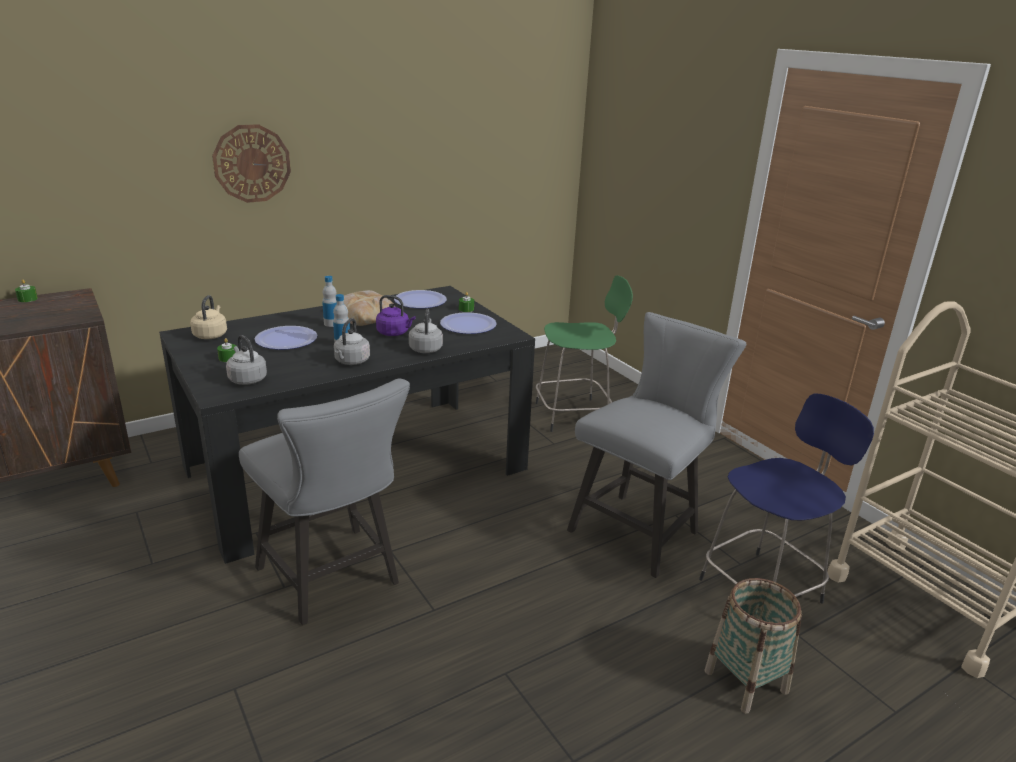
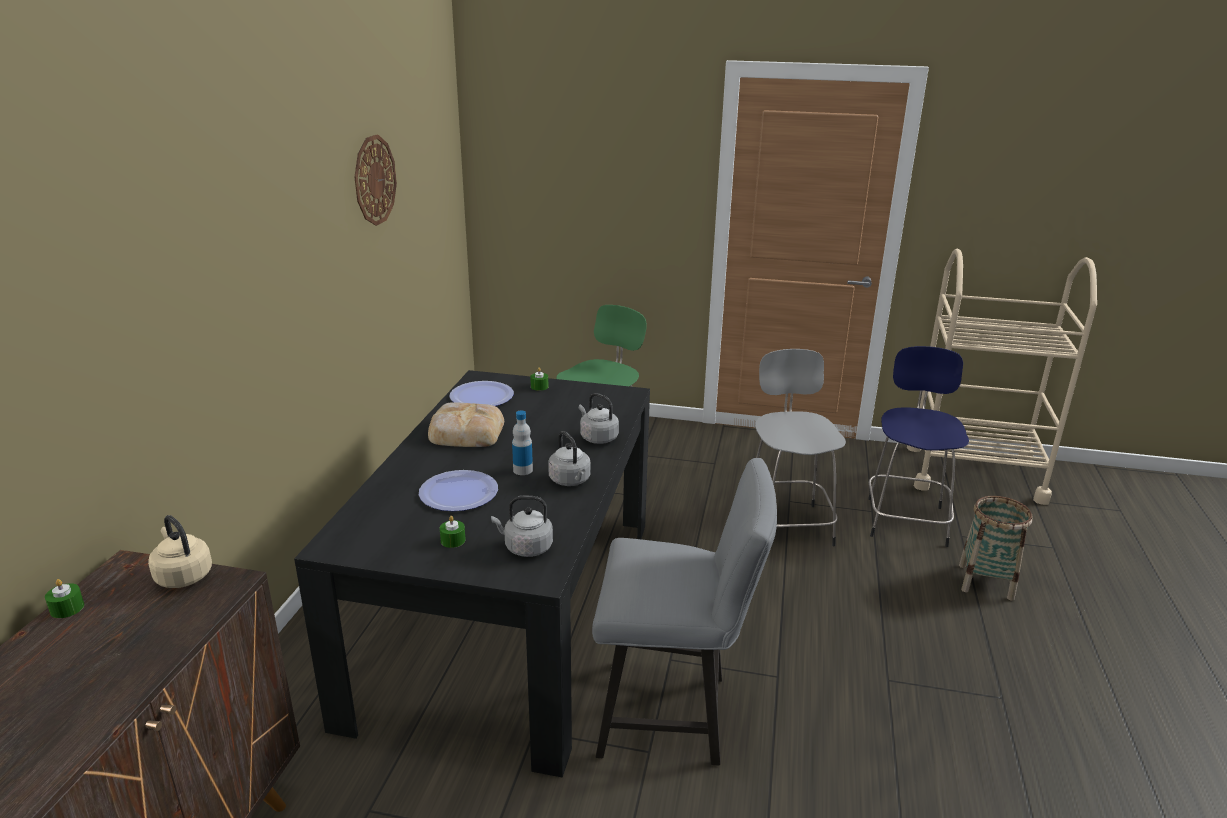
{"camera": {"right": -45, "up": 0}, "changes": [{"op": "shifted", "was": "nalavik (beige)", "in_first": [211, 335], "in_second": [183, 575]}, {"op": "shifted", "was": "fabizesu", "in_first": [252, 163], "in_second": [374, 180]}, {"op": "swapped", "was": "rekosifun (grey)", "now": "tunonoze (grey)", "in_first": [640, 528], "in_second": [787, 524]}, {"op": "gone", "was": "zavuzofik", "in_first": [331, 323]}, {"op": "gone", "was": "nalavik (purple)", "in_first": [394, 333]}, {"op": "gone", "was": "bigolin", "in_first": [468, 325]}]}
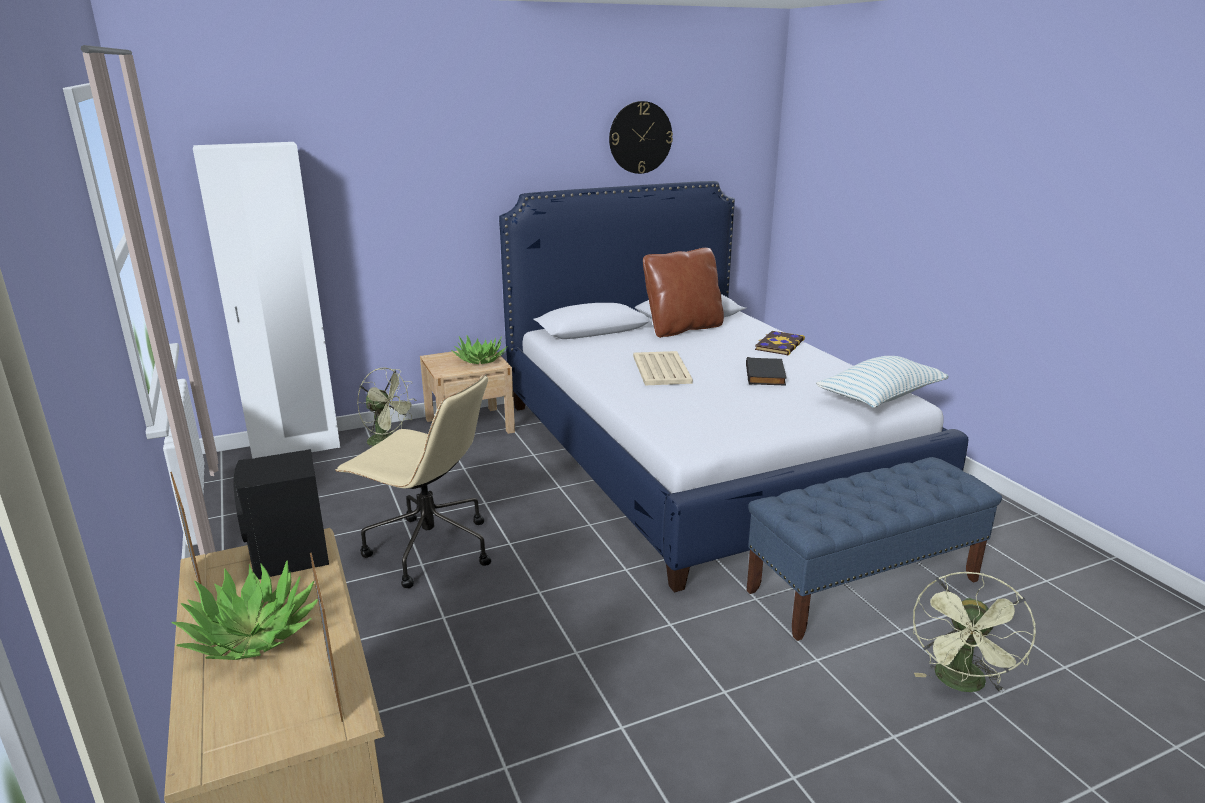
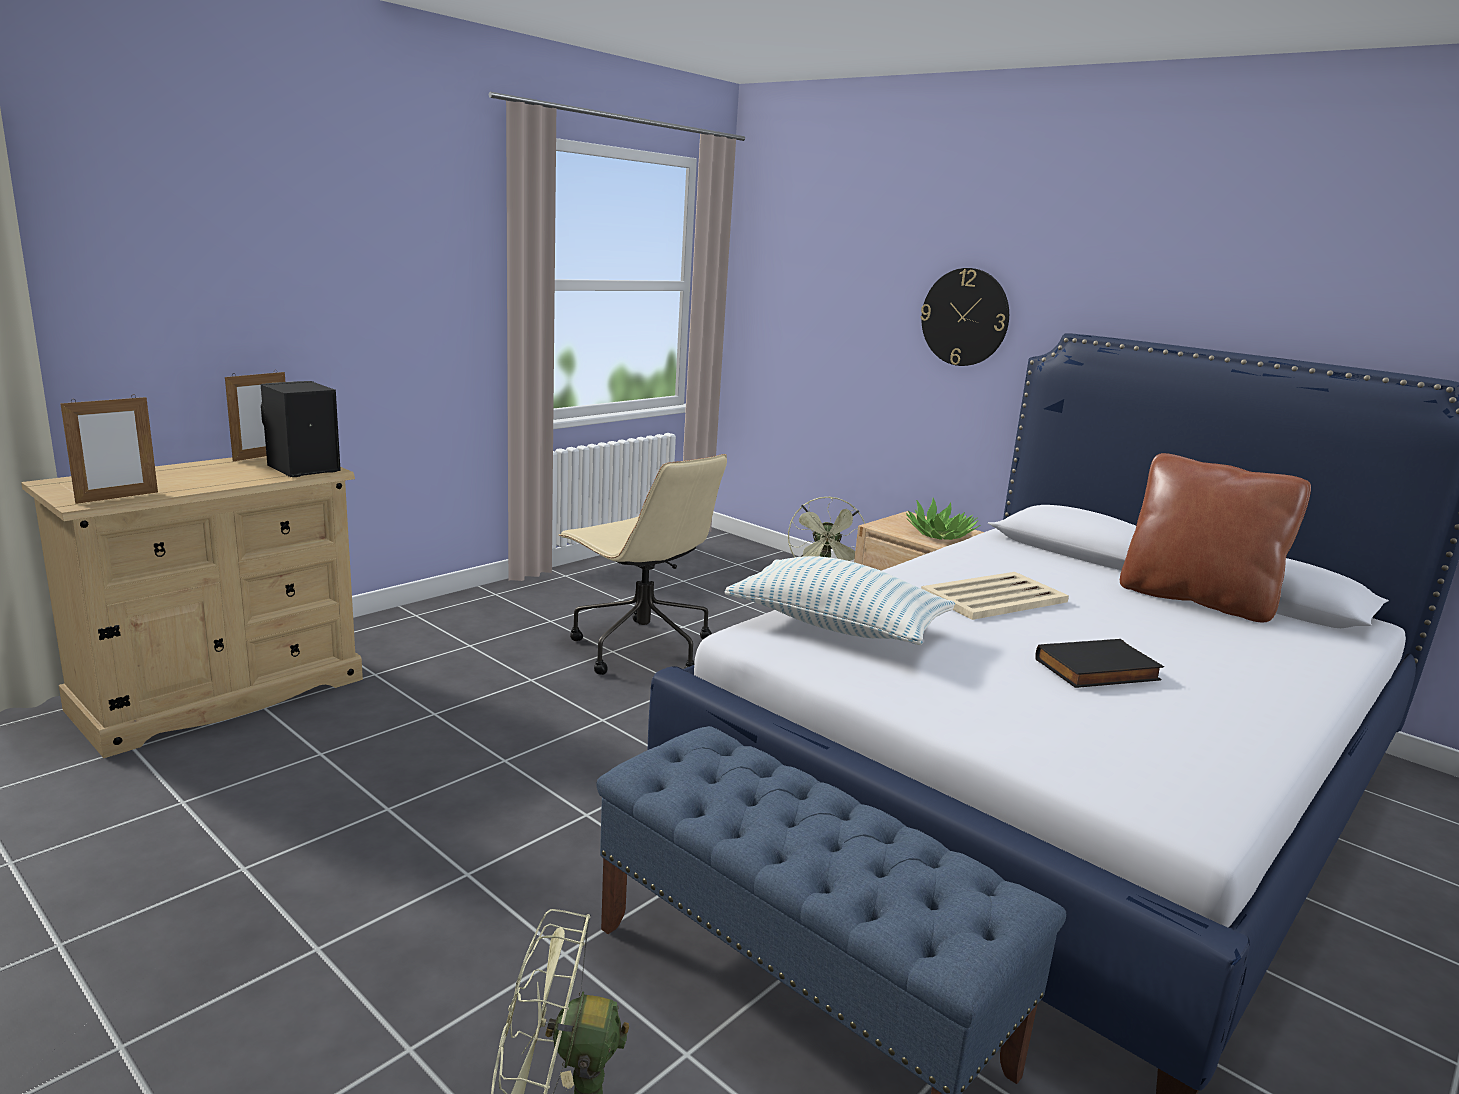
{"camera": {"right": 65, "up": -5}, "changes": [{"op": "rotated", "was": "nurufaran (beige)", "in_first": [428, 549], "in_second": [640, 648], "clockwise": -45}, {"op": "shifted", "was": "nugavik", "in_first": [880, 397], "in_second": [837, 626]}, {"op": "shifted", "was": "fabizesu", "in_first": [640, 137], "in_second": [965, 317]}, {"op": "gone", "was": "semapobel", "in_first": [252, 634]}, {"op": "gone", "was": "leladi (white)", "in_first": [296, 448]}, {"op": "gone", "was": "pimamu", "in_first": [778, 345]}]}
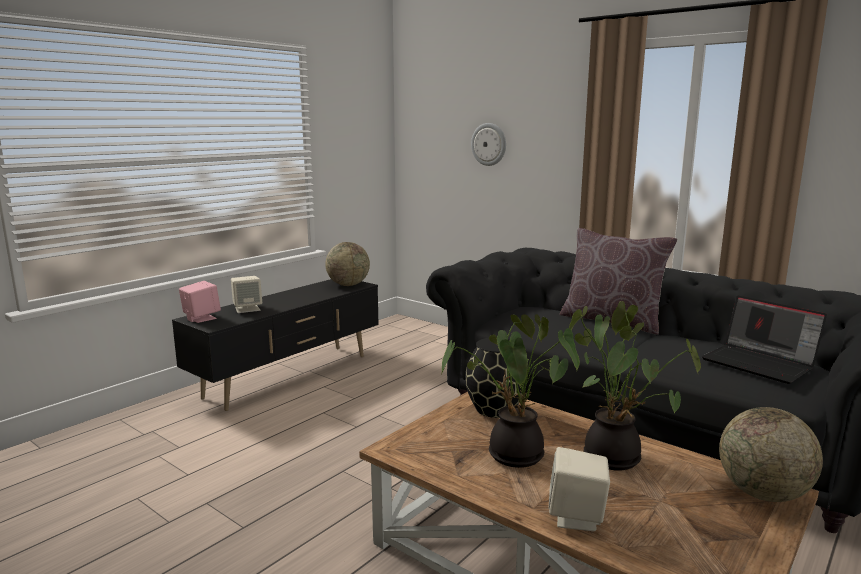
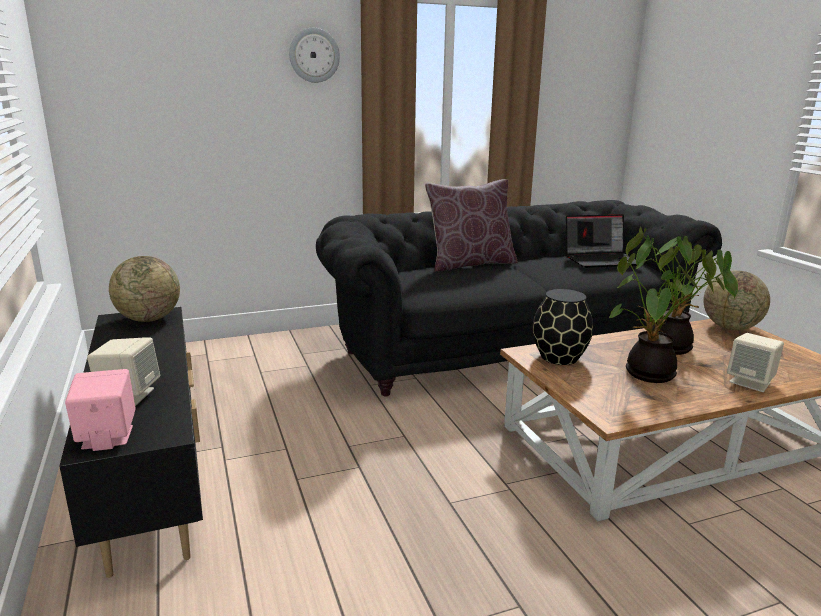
{"camera": {"right": -60, "up": 5}, "changes": [{"op": "shifted", "was": "fabizesu", "in_first": [489, 144], "in_second": [314, 55]}]}
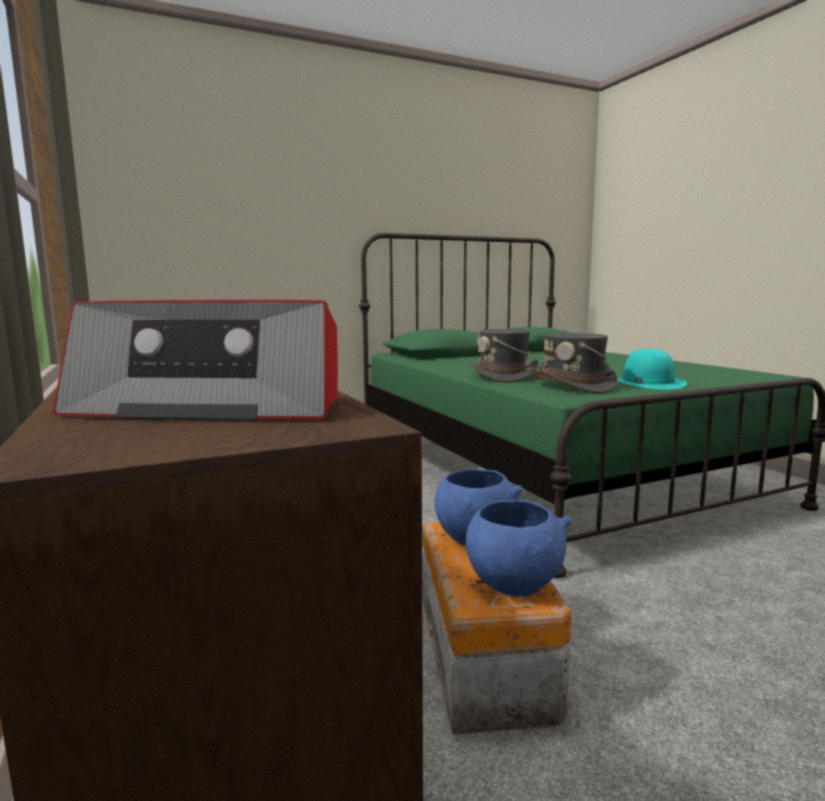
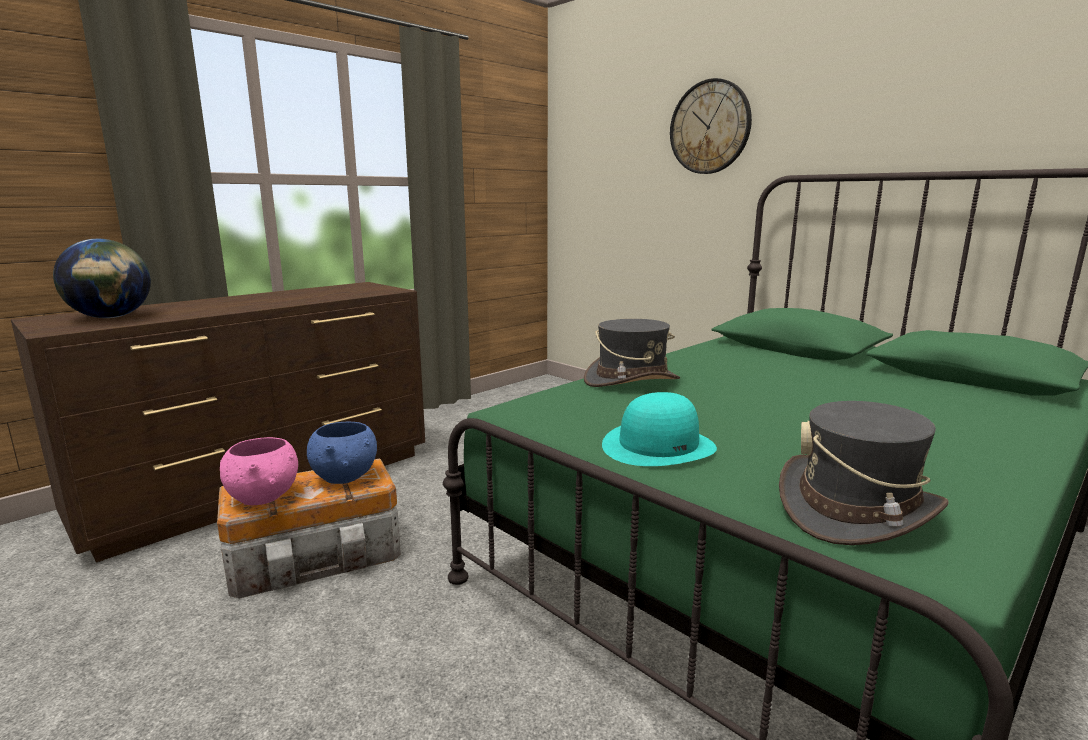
{"camera": {"right": 70, "up": 5}, "changes": [{"op": "swapped", "was": "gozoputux", "now": "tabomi", "in_first": [214, 406], "in_second": [111, 317]}, {"op": "repainted", "was": "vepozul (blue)", "now": "vepozul (pink)", "in_first": [514, 583], "in_second": [264, 497]}, {"op": "new", "now": "fabizesu", "in_second": [710, 127]}, {"op": "shifted", "was": "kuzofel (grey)", "in_first": [574, 386], "in_second": [857, 511]}]}
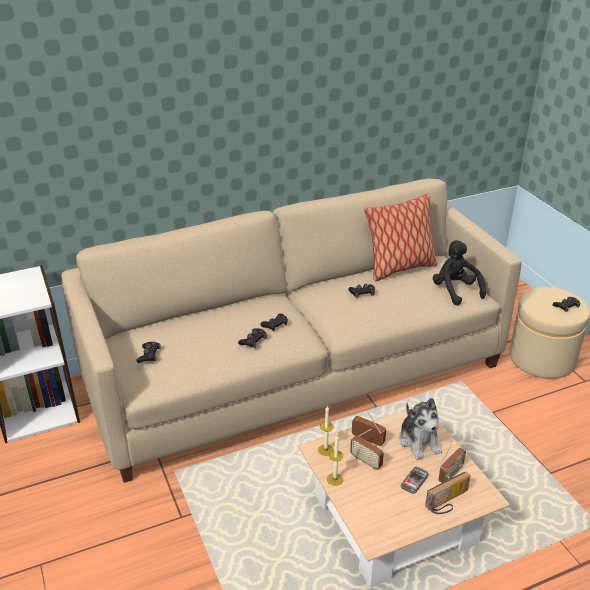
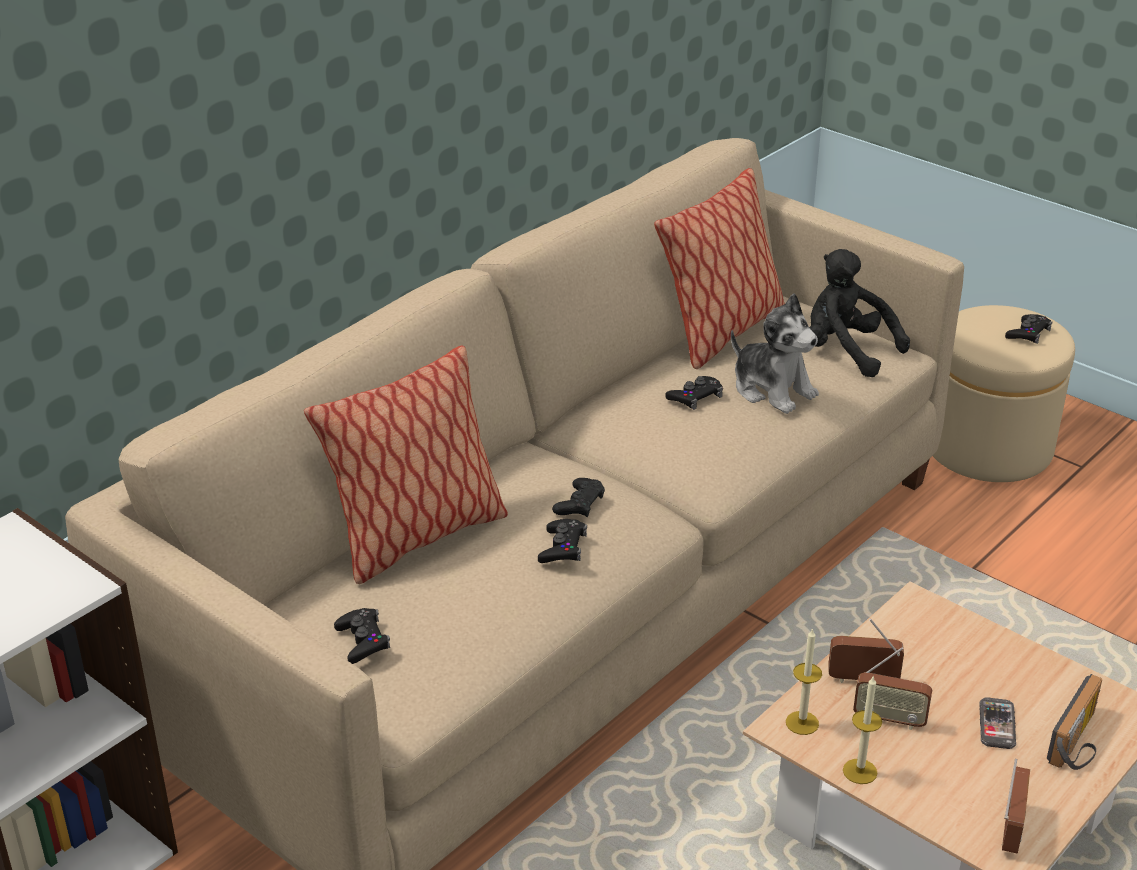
{"camera": {"right": -25, "up": 0}, "changes": [{"op": "new", "now": "nugavik", "in_second": [417, 538]}, {"op": "shifted", "was": "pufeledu", "in_first": [419, 441], "in_second": [772, 390]}, {"op": "shifted", "was": "gozoputux", "in_first": [450, 475], "in_second": [1010, 830]}]}
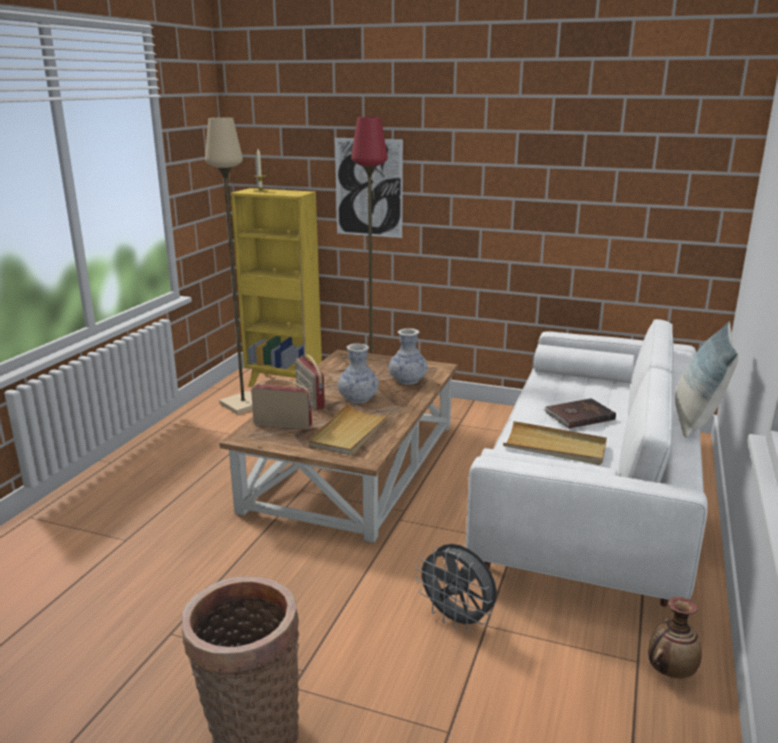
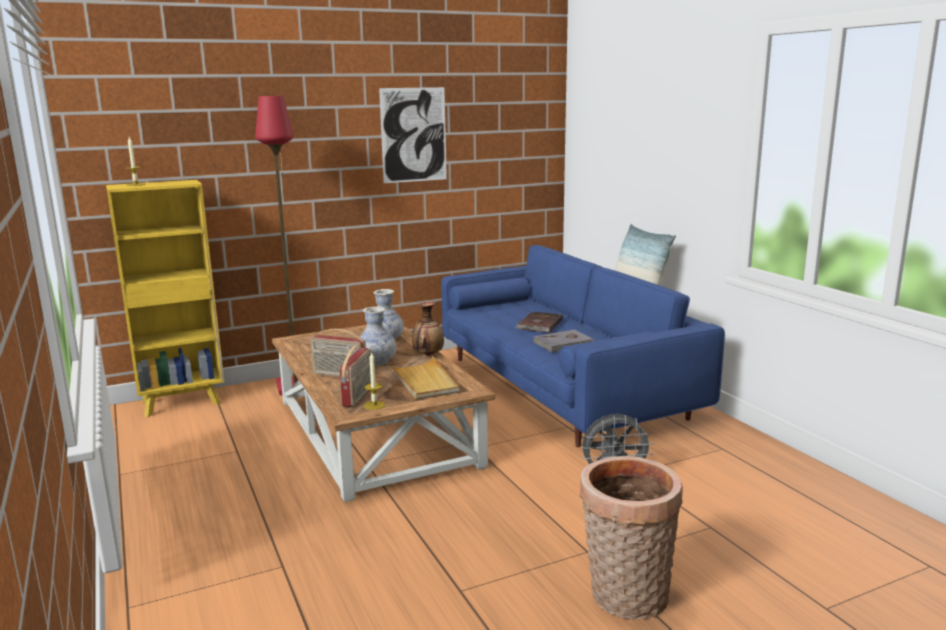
{"camera": {"right": -45, "up": -5}, "changes": [{"op": "rotated", "was": "gozoputux", "in_first": [283, 424], "in_second": [358, 395], "clockwise": 135}, {"op": "new", "now": "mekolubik", "in_second": [374, 405]}, {"op": "shifted", "was": "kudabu", "in_first": [368, 188], "in_second": [414, 135]}, {"op": "shifted", "was": "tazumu", "in_first": [670, 671], "in_second": [428, 355]}, {"op": "repainted", "was": "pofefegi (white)", "now": "pofefegi (blue)", "in_first": [590, 498], "in_second": [562, 386]}, {"op": "swapped", "was": "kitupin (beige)", "now": "pimamu (grey)", "in_first": [555, 447], "in_second": [564, 344]}, {"op": "gone", "was": "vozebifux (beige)", "in_first": [243, 404]}]}
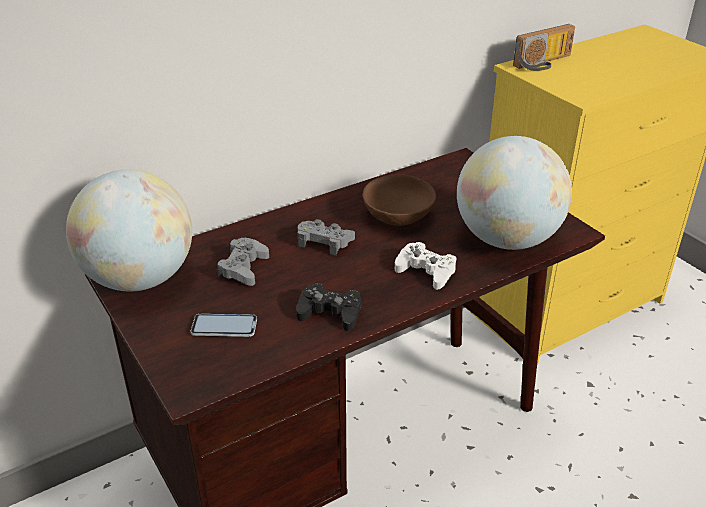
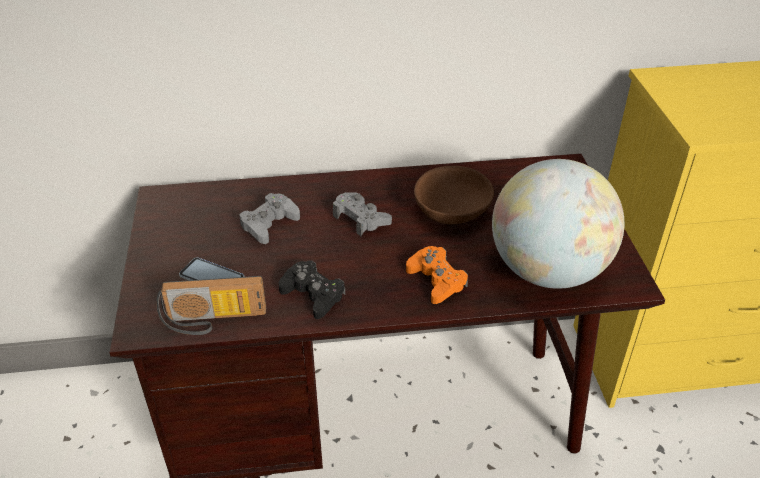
{"camera": {"right": 25, "up": 5}, "changes": [{"op": "shifted", "was": "gozoputux", "in_first": [544, 63], "in_second": [213, 321]}, {"op": "repainted", "was": "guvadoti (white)", "now": "guvadoti (orange)", "in_first": [426, 271], "in_second": [436, 280]}, {"op": "gone", "was": "tabomi", "in_first": [140, 279]}]}
